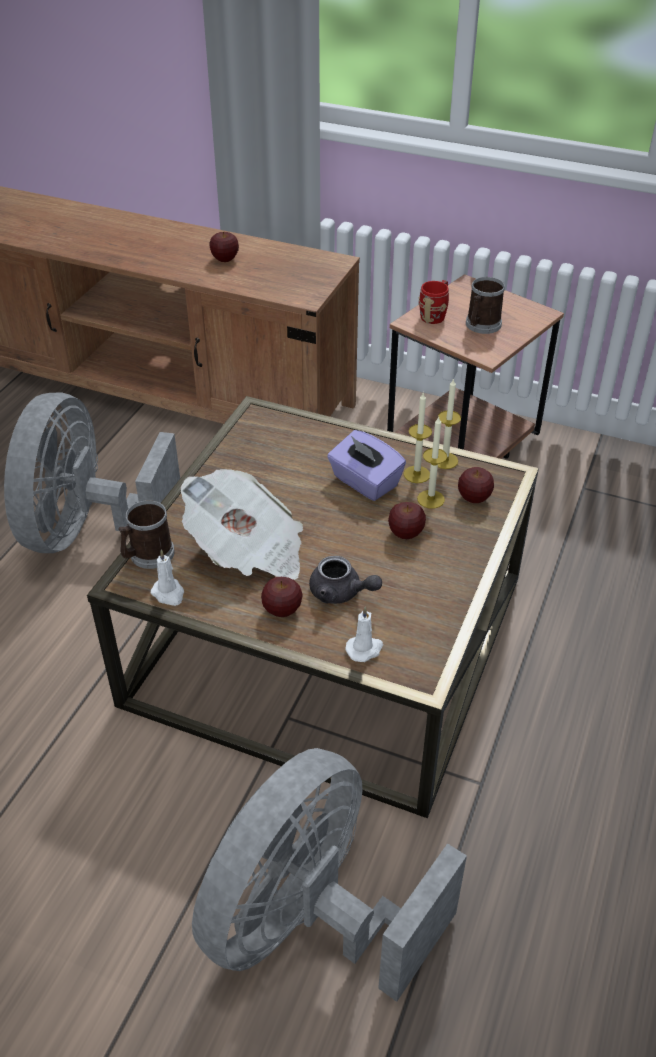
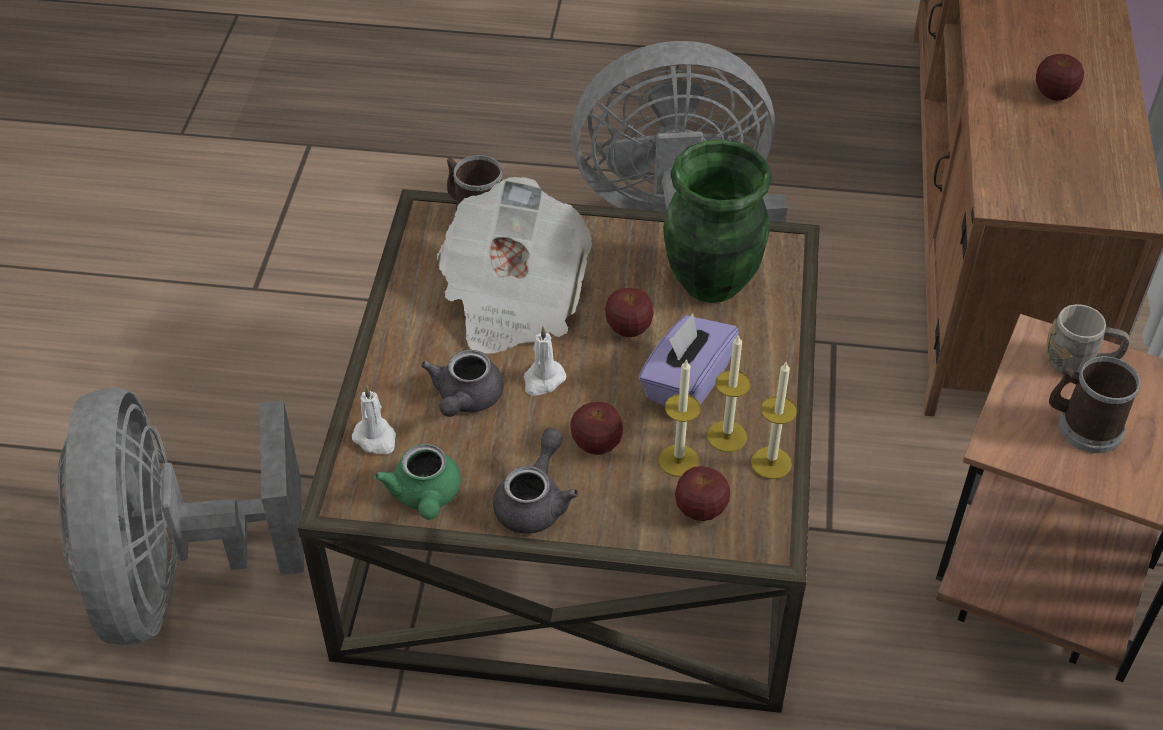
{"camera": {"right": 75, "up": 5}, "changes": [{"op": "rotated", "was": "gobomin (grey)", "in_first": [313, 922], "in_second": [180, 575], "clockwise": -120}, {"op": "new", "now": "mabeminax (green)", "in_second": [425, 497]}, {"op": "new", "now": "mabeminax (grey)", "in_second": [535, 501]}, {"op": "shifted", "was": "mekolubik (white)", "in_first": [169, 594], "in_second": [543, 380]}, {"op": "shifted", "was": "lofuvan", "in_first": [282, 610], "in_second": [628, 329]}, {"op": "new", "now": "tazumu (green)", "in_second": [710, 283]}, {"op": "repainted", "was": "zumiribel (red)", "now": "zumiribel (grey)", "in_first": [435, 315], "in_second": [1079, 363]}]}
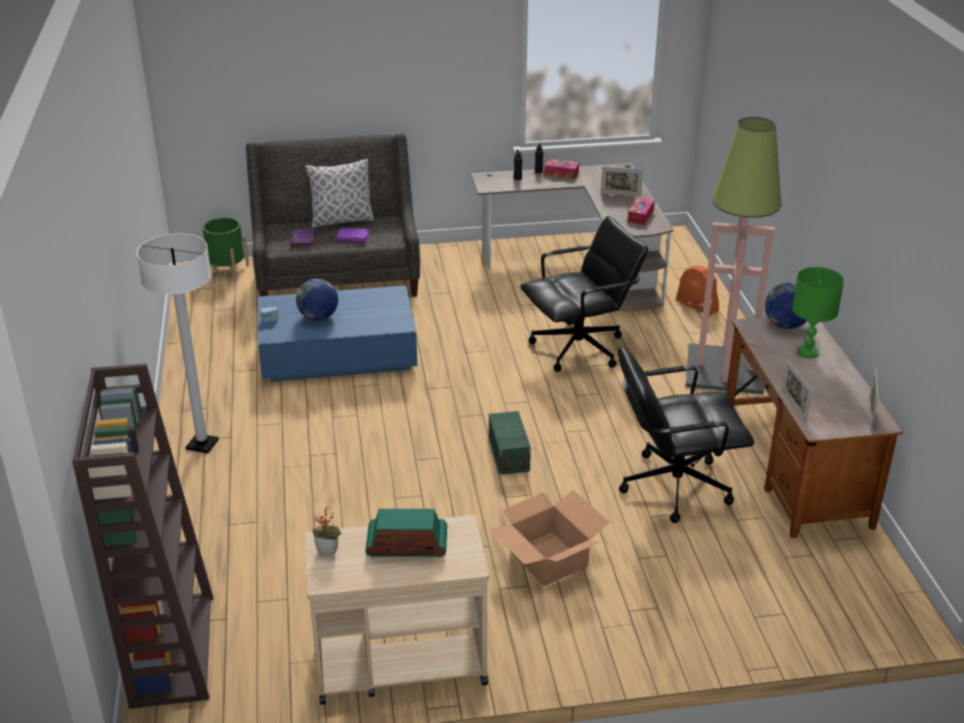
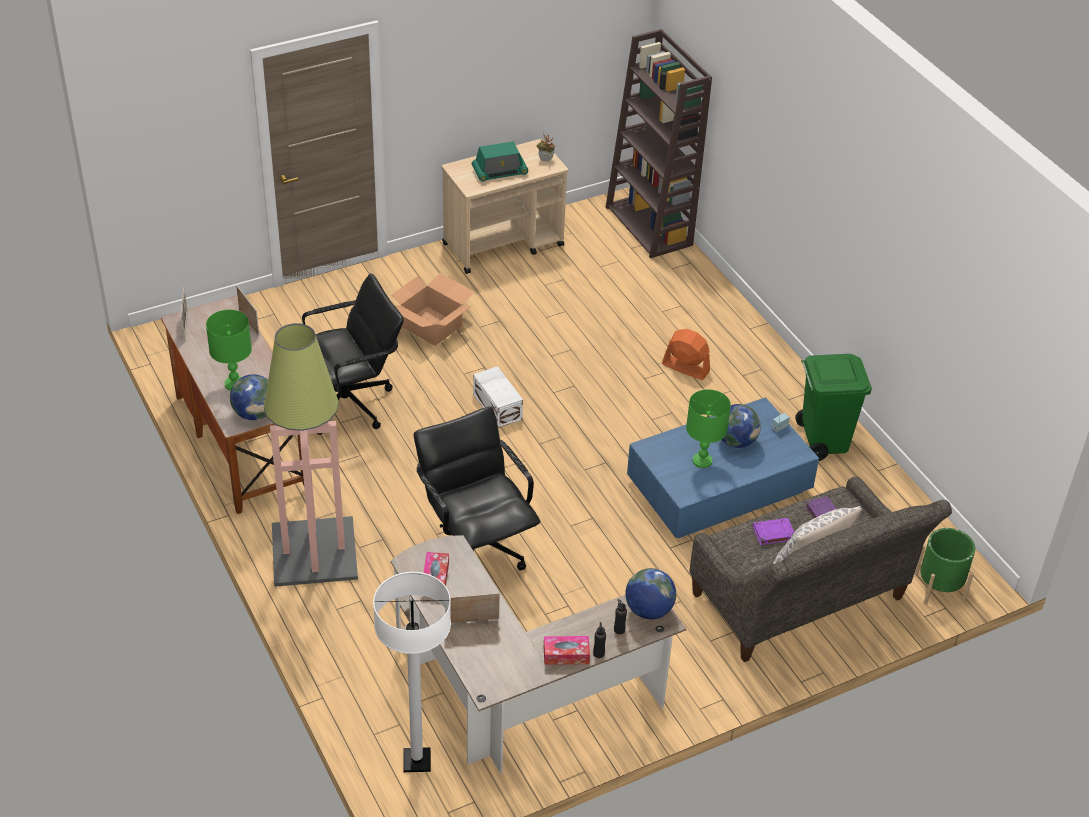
{"camera": {"right": 160, "up": 10}, "changes": [{"op": "shifted", "was": "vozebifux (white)", "in_first": [202, 444], "in_second": [417, 761]}, {"op": "rotated", "was": "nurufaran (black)", "in_first": [579, 349], "in_second": [475, 549], "clockwise": 105}, {"op": "repainted", "was": "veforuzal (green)", "now": "veforuzal (white)", "in_first": [508, 455], "in_second": [497, 406]}, {"op": "new", "now": "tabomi", "in_second": [648, 610]}, {"op": "shifted", "was": "gobomin (orange)", "in_first": [697, 305], "in_second": [685, 367]}, {"op": "new", "now": "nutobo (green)", "in_second": [702, 461]}, {"op": "new", "now": "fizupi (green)", "in_second": [822, 441]}]}
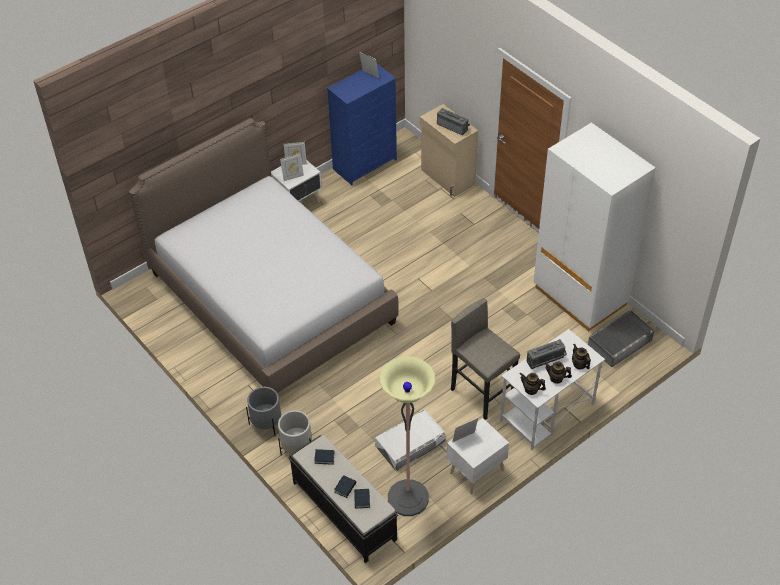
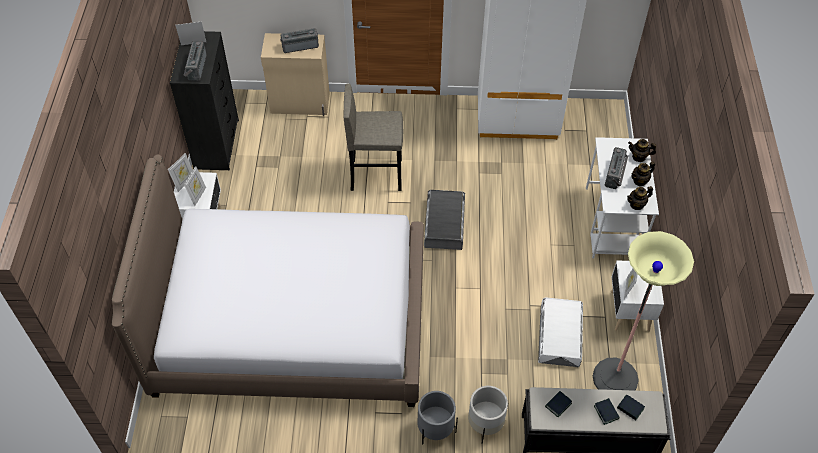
{"camera": {"right": -50, "up": 5}, "changes": [{"op": "repainted", "was": "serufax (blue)", "now": "serufax (black)", "in_first": [365, 164], "in_second": [216, 143]}, {"op": "new", "now": "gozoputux", "in_second": [195, 67]}, {"op": "shifted", "was": "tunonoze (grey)", "in_first": [482, 393], "in_second": [376, 174]}, {"op": "shifted", "was": "veforuzal (grey)", "in_first": [620, 343], "in_second": [444, 224]}]}
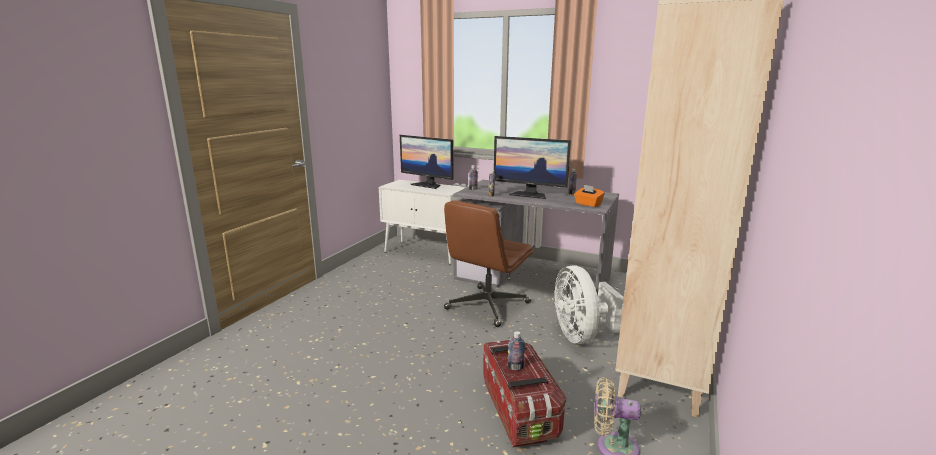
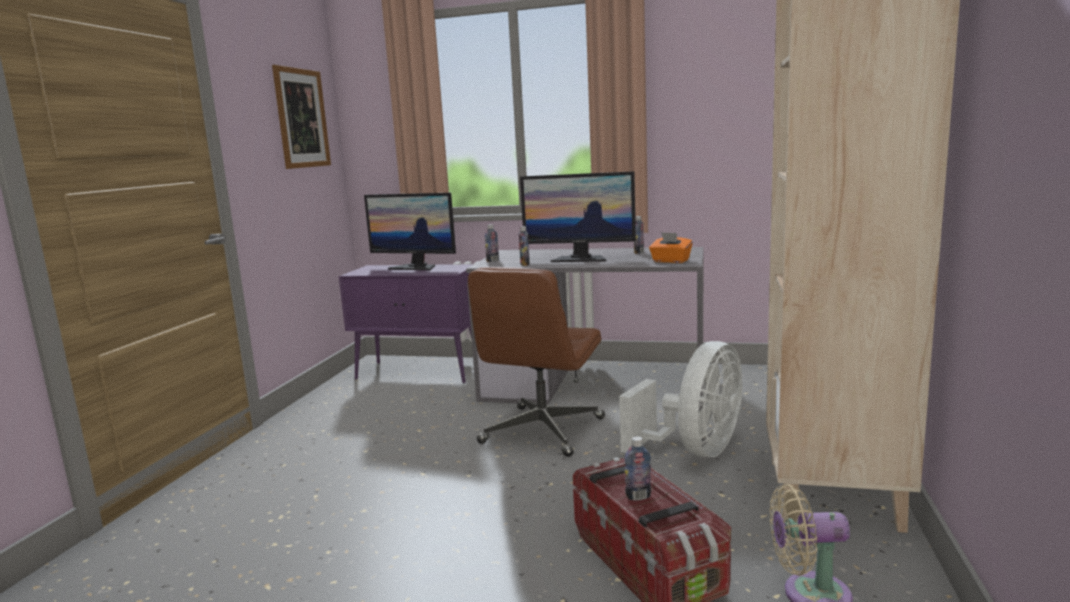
{"camera": {"right": -10, "up": -5}, "changes": [{"op": "new", "now": "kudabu", "in_second": [301, 118]}, {"op": "repainted", "was": "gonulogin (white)", "now": "gonulogin (purple)", "in_first": [425, 253], "in_second": [420, 373]}, {"op": "rotated", "was": "gobomin (white)", "in_first": [580, 335], "in_second": [695, 450], "clockwise": -120}]}
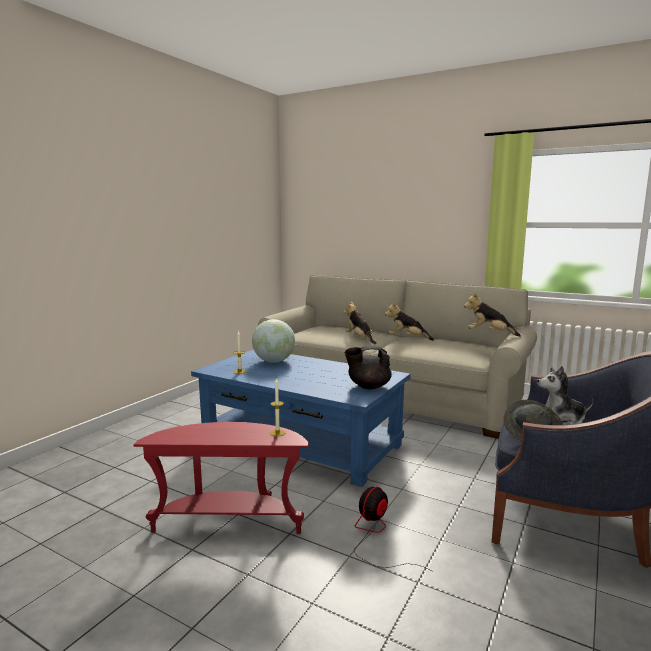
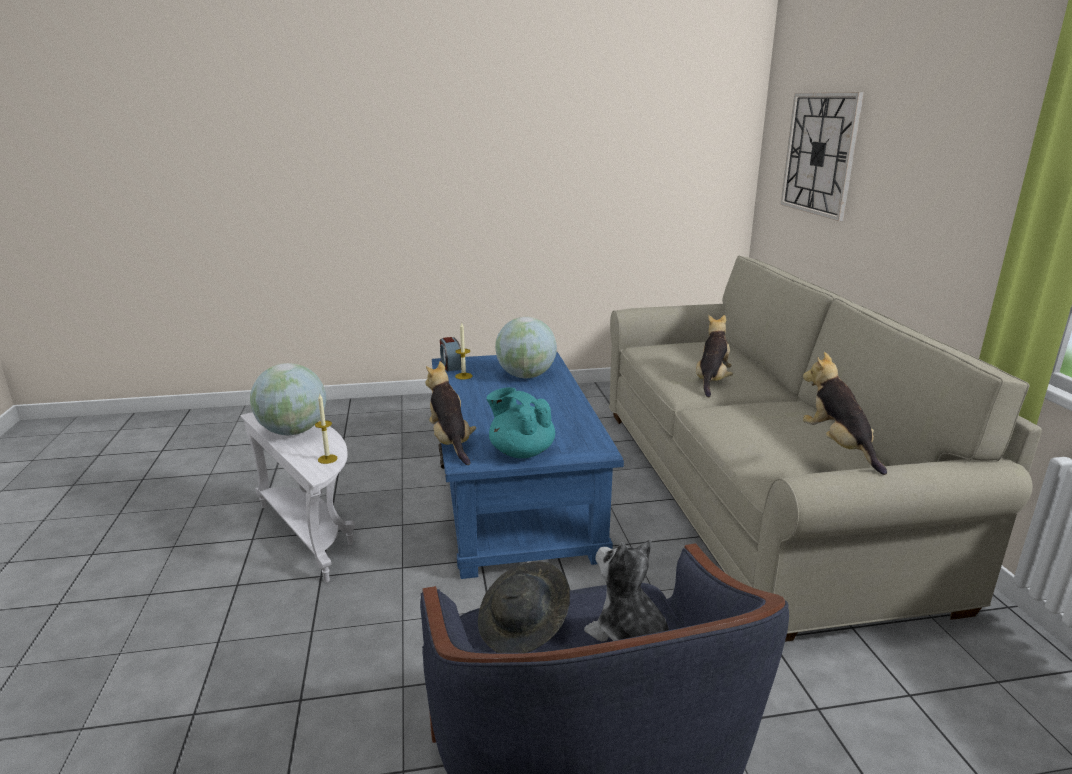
{"camera": {"right": 50, "up": 10}, "changes": [{"op": "repainted", "was": "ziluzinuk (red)", "now": "ziluzinuk (white)", "in_first": [229, 521], "in_second": [311, 533]}, {"op": "new", "now": "tabomi", "in_second": [293, 431]}, {"op": "shifted", "was": "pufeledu", "in_first": [407, 339], "in_second": [450, 442]}, {"op": "new", "now": "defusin", "in_second": [451, 365]}, {"op": "repainted", "was": "mabeminax (black)", "now": "mabeminax (turquoise)", "in_first": [368, 386], "in_second": [521, 452]}, {"op": "new", "now": "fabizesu", "in_second": [820, 154]}, {"op": "gone", "was": "gobomin", "in_first": [376, 536]}]}
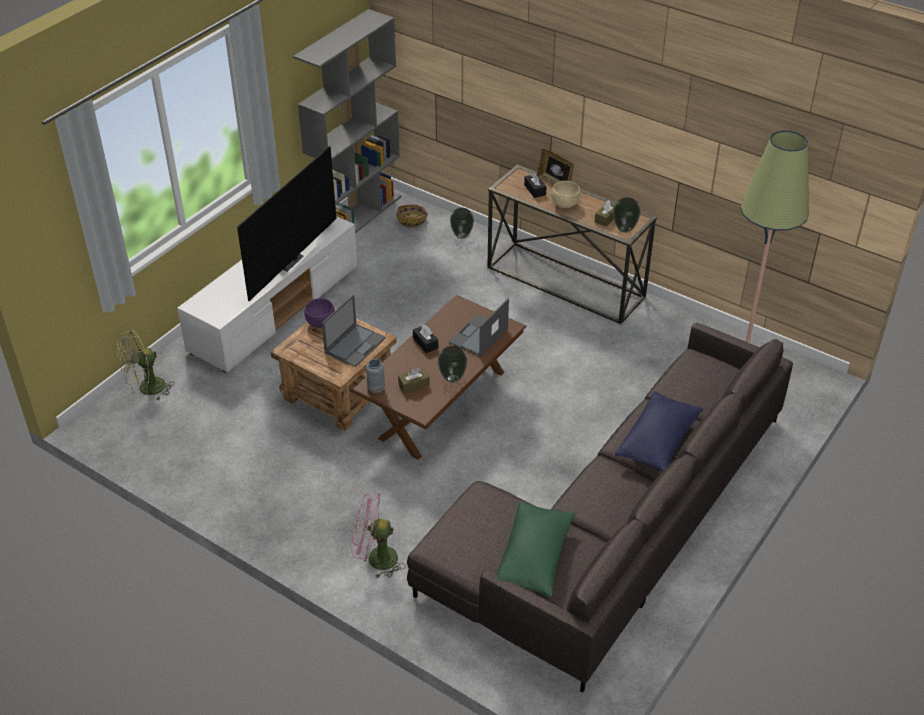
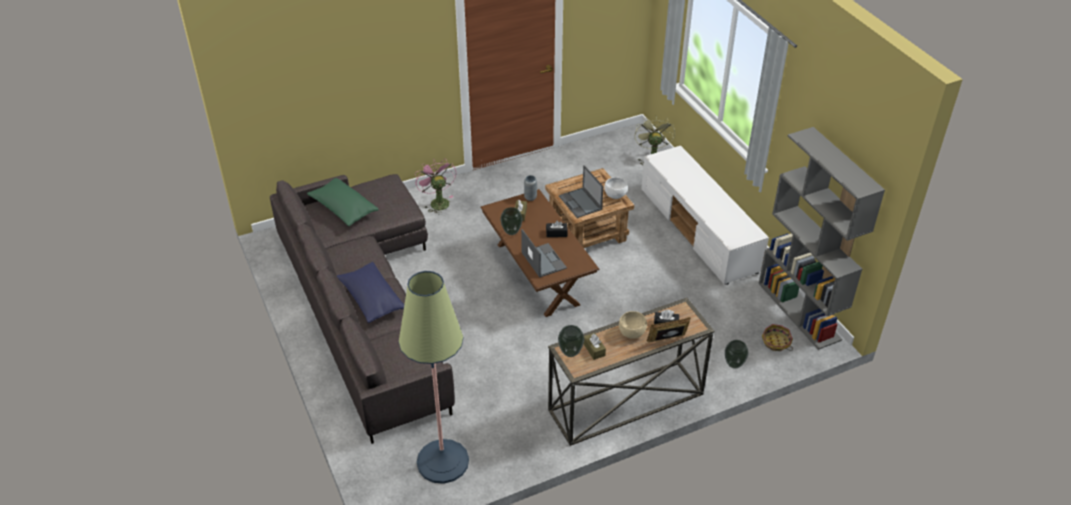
{"camera": {"right": 120, "up": 0}, "changes": [{"op": "rotated", "was": "gobomin (pink)", "in_first": [375, 559], "in_second": [437, 202], "clockwise": -60}, {"op": "repainted", "was": "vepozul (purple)", "now": "vepozul (white)", "in_first": [320, 323], "in_second": [615, 195]}, {"op": "gone", "was": "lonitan", "in_first": [287, 260]}]}
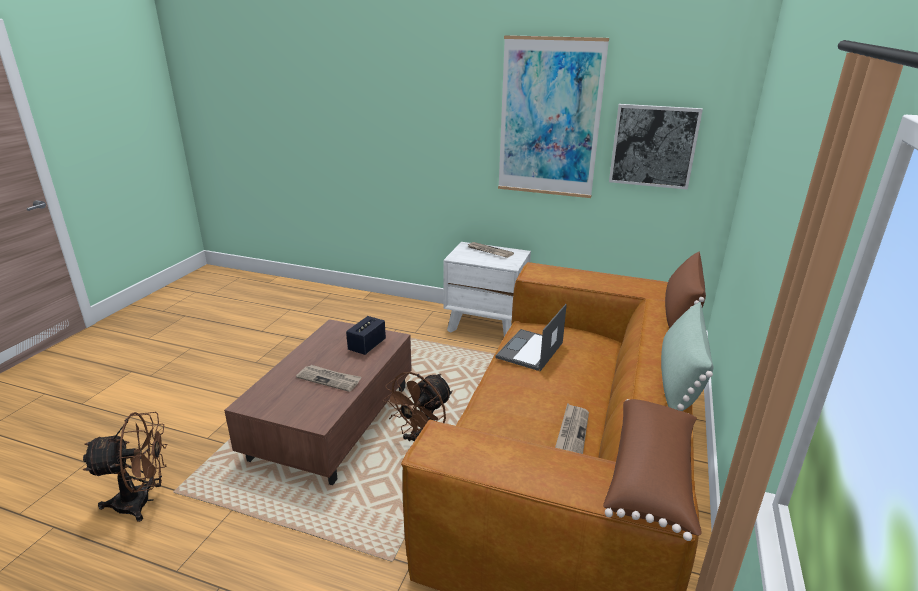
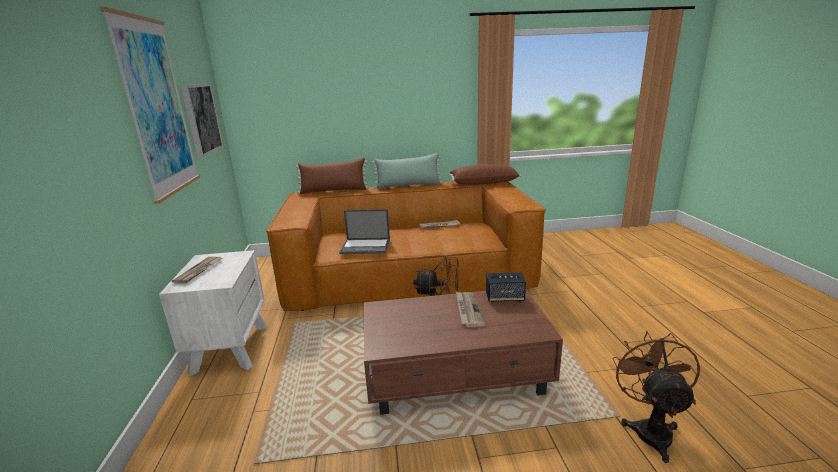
{"camera": {"right": -115, "up": -5}, "changes": [{"op": "shifted", "was": "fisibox", "in_first": [367, 346], "in_second": [504, 298]}, {"op": "rotated", "was": "gobomin (brown)", "in_first": [142, 502], "in_second": [650, 429], "clockwise": 45}]}
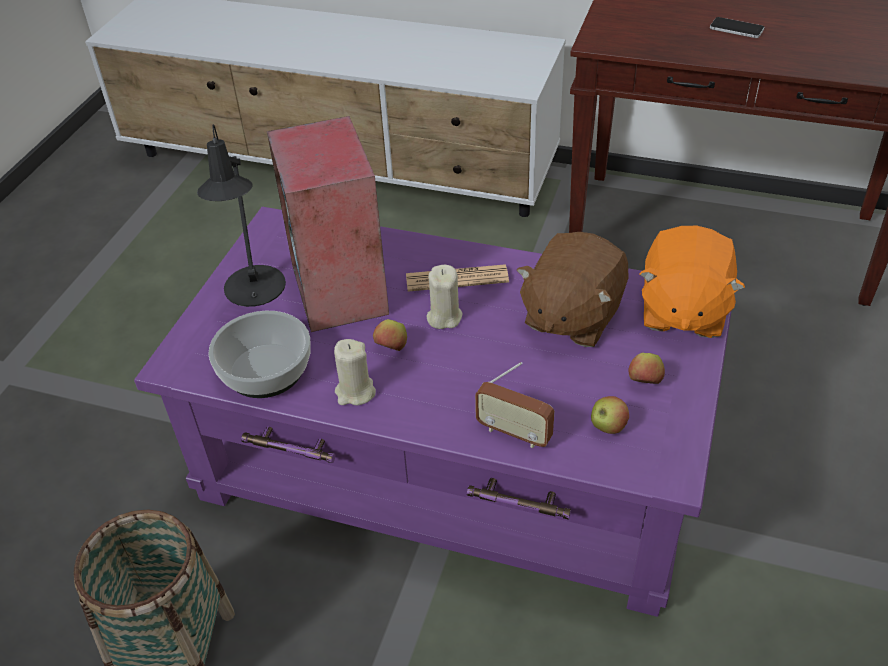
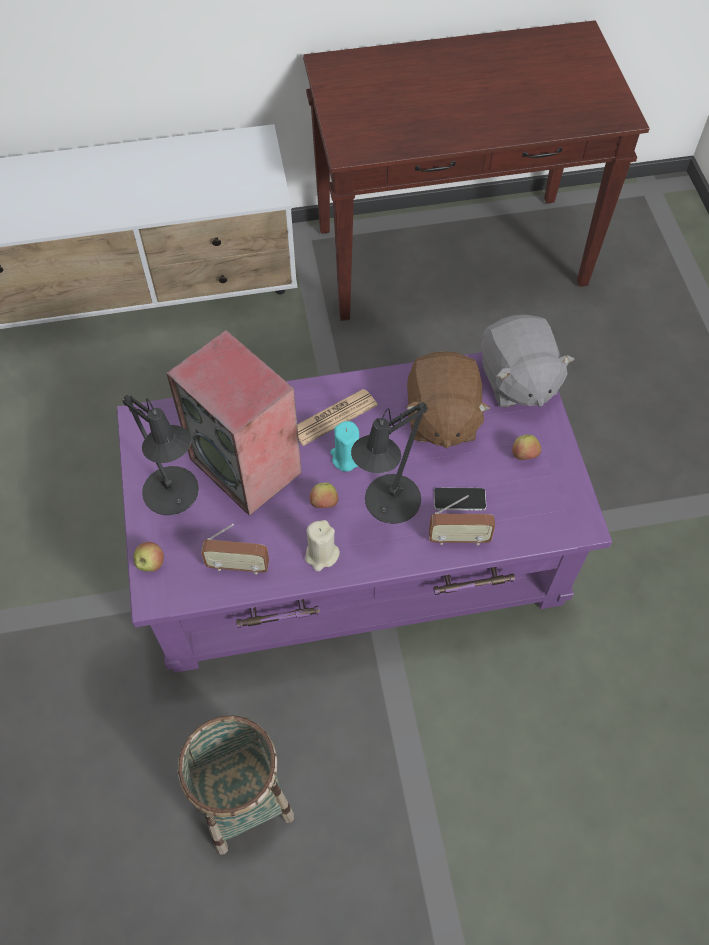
{"camera": {"right": -30, "up": 15}, "changes": [{"op": "shifted", "was": "lofuvan", "in_first": [607, 427], "in_second": [151, 564]}, {"op": "swapped", "was": "vepozul", "now": "gozoputux", "in_first": [266, 370], "in_second": [238, 566]}, {"op": "repainted", "was": "mekolubik (beige)", "now": "mekolubik (turquoise)", "in_first": [444, 317], "in_second": [346, 458]}, {"op": "new", "now": "nutobo (black)", "in_second": [388, 505]}, {"op": "shifted", "was": "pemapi", "in_first": [736, 28], "in_second": [459, 499]}, {"op": "repainted", "was": "pufeledu (orange)", "now": "pufeledu (grey)", "in_first": [682, 310], "in_second": [517, 381]}]}
